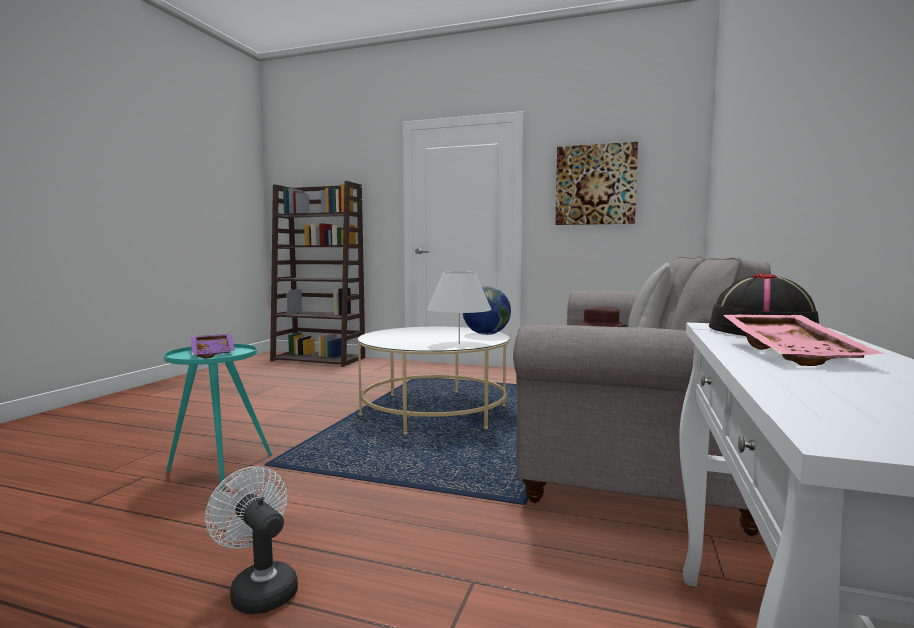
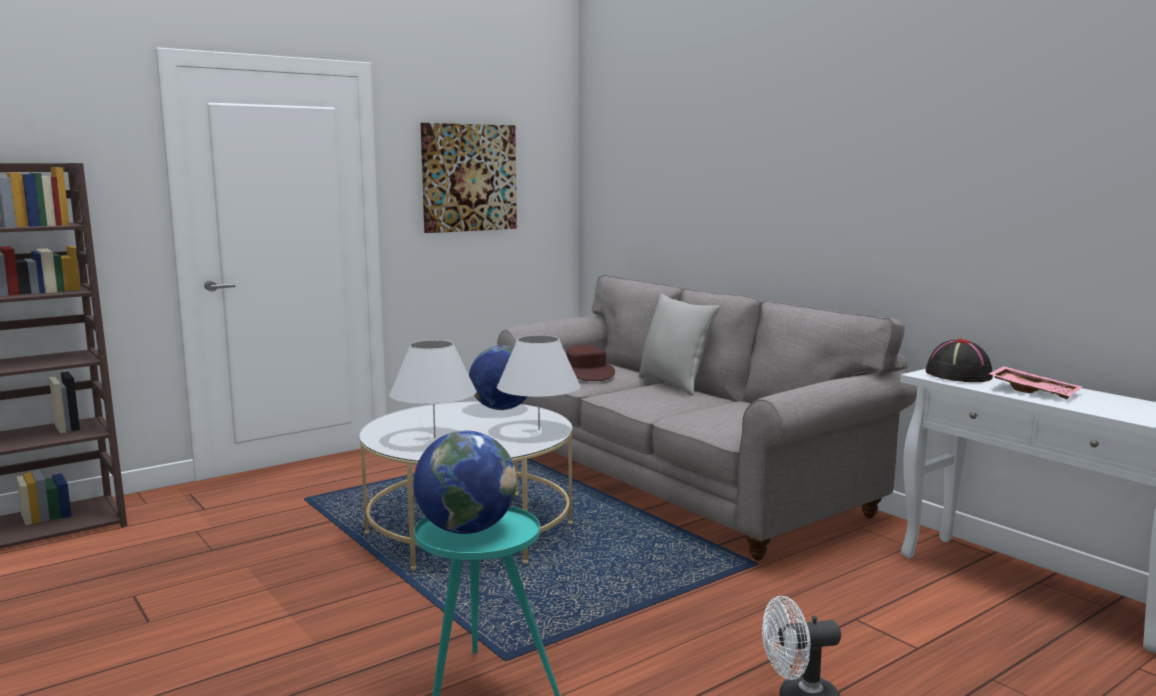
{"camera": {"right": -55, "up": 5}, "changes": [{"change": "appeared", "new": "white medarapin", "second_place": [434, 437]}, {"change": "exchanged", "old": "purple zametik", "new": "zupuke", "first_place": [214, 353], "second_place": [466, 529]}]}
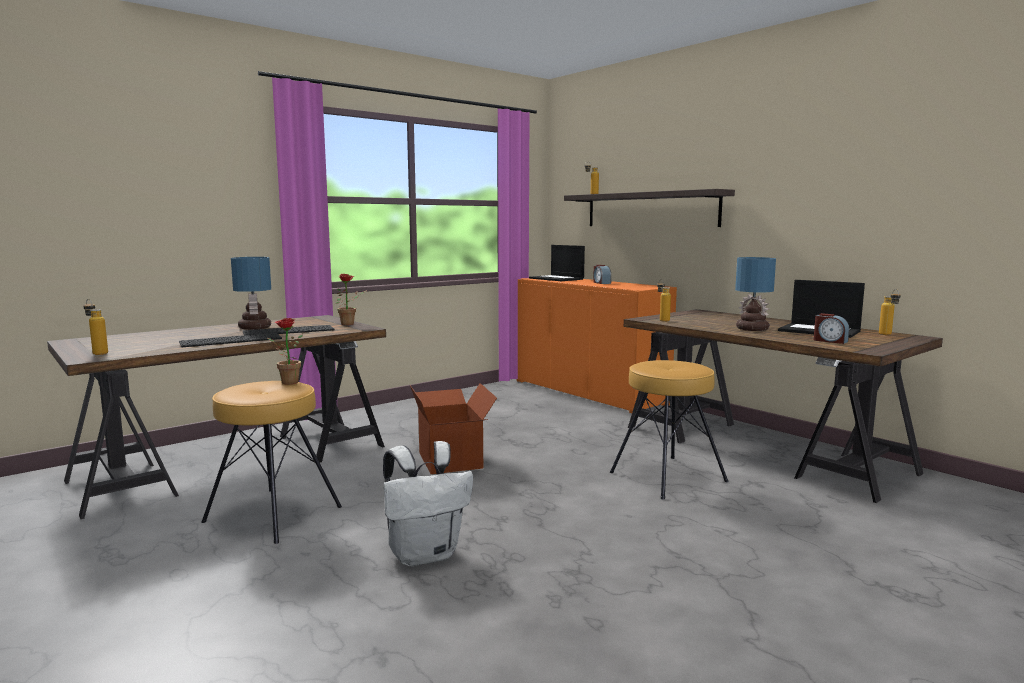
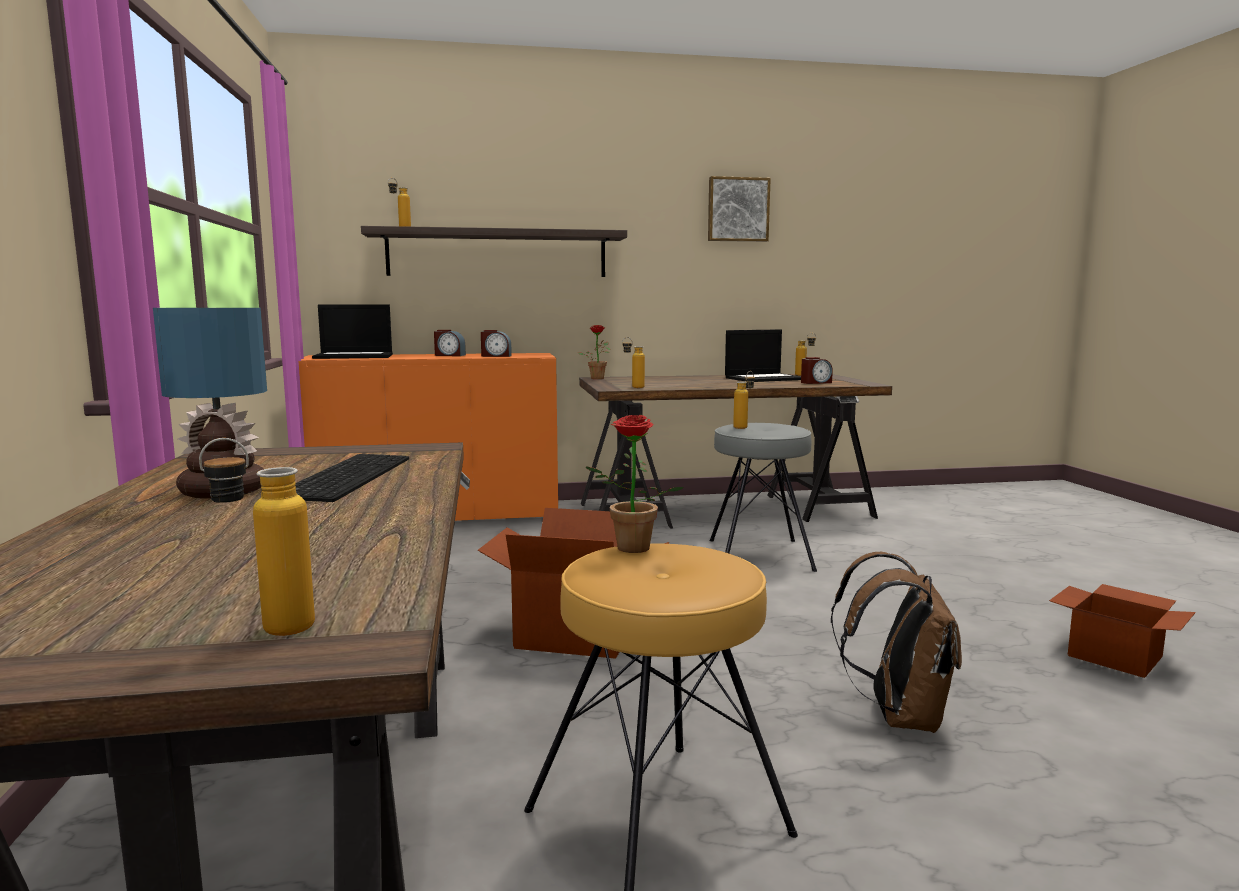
{"camera": {"right": -60, "up": 0}, "changes": [{"change": "missing", "old": "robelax", "first_place": [232, 340]}, {"change": "missing", "old": "medarapin", "first_place": [751, 329]}, {"change": "appeared", "new": "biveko", "second_place": [496, 356]}, {"change": "appeared", "new": "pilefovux", "second_place": [737, 210]}, {"change": "appeared", "new": "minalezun", "second_place": [744, 427]}, {"change": "appeared", "new": "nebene", "second_place": [1117, 656]}, {"change": "relocated", "old": "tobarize", "first_place": [350, 324], "second_place": [597, 378]}, {"change": "colour", "old": "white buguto", "new": "brown buguto", "first_place": [425, 554], "second_place": [898, 715]}, {"change": "colour", "old": "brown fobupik", "new": "grey fobupik", "first_place": [667, 476], "second_place": [758, 555]}]}
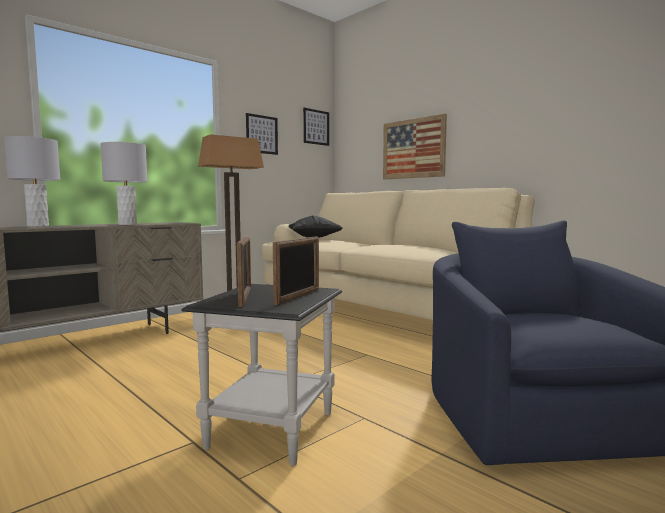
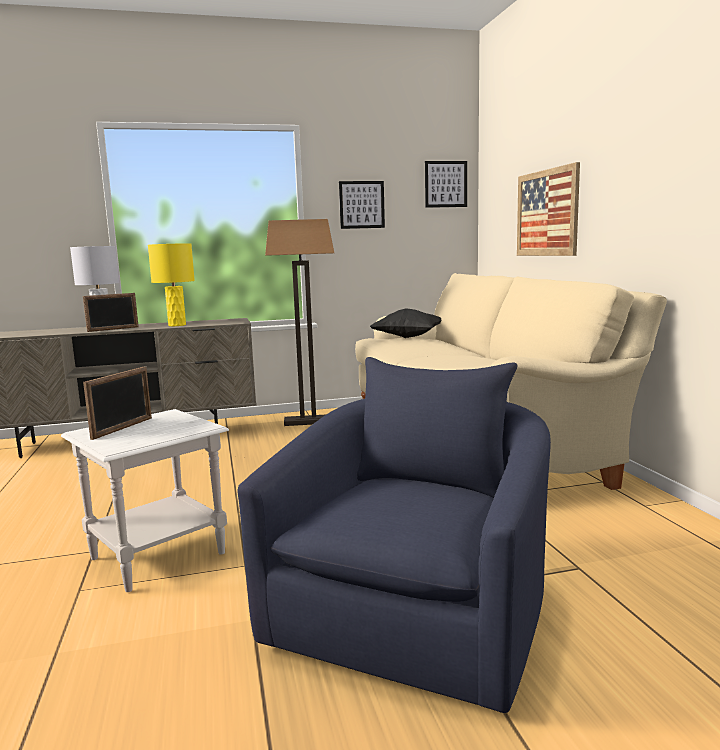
{"camera": {"right": 30, "up": 5}, "changes": [{"change": "relocated", "old": "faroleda", "first_place": [298, 296], "second_place": [113, 329]}, {"change": "colour", "old": "grey medarapin", "new": "yellow medarapin", "first_place": [127, 224], "second_place": [176, 325]}, {"change": "colour", "old": "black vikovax", "new": "white vikovax", "first_place": [272, 429], "second_place": [159, 555]}]}
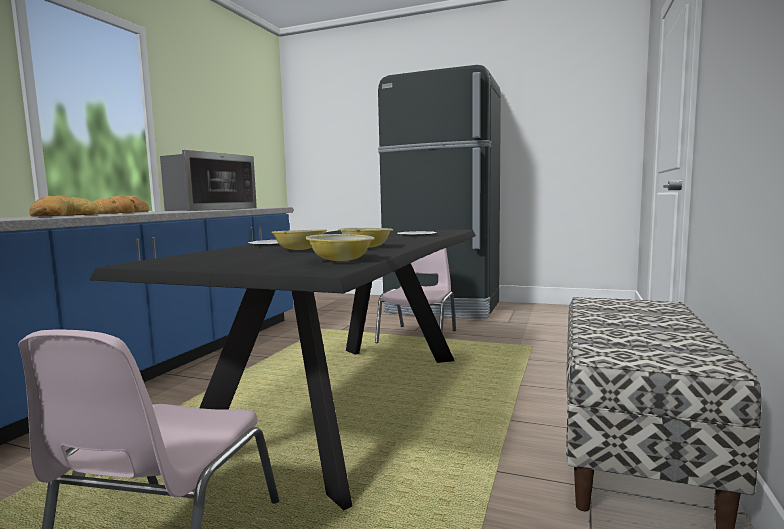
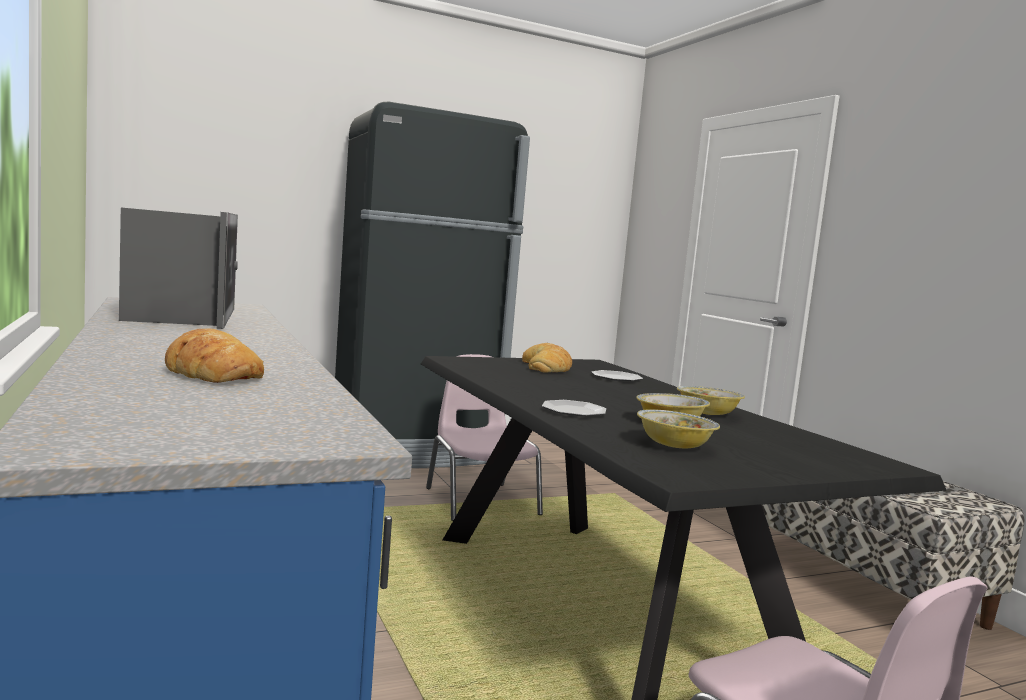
{"camera": {"right": -45, "up": 0}, "changes": [{"change": "relocated", "old": "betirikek", "first_place": [121, 213], "second_place": [547, 367]}, {"change": "relocated", "old": "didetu", "first_place": [340, 260], "second_place": [674, 445]}]}
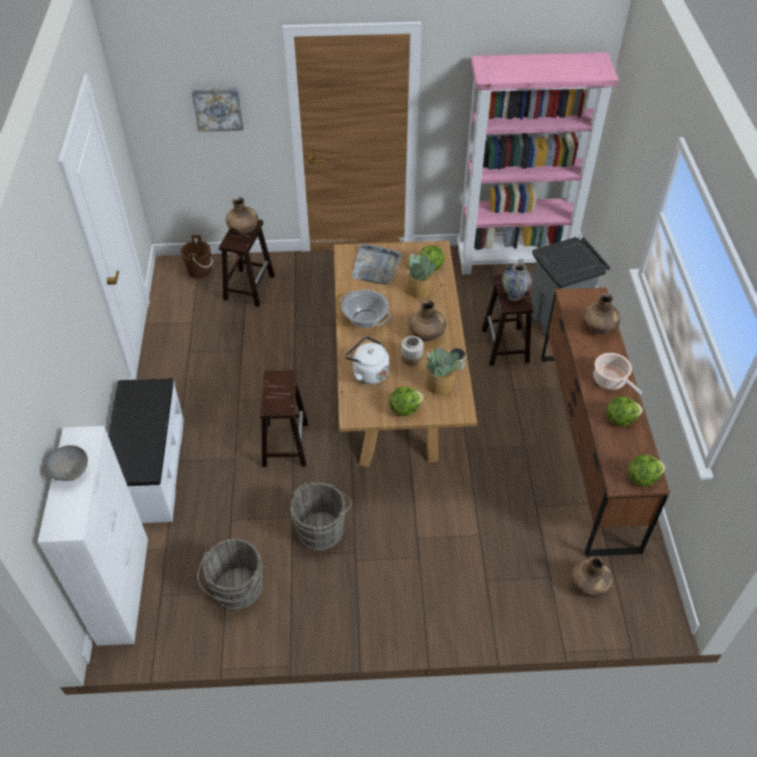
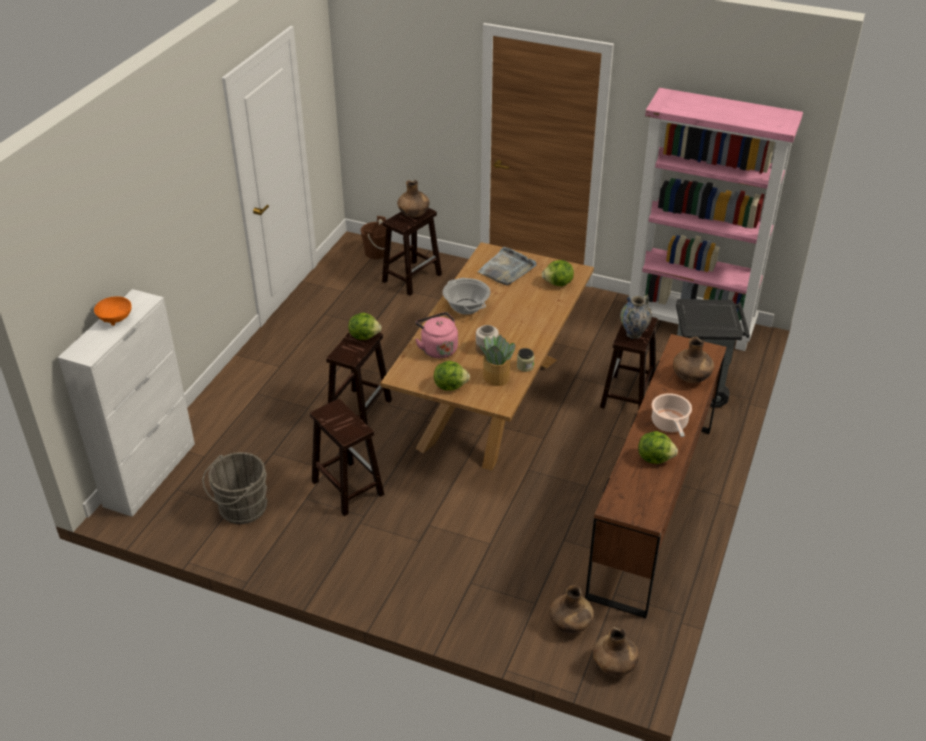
{"camera": {"right": 25, "up": -10}, "changes": [{"change": "missing", "old": "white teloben", "first_place": [150, 469]}, {"change": "missing", "old": "pilefovux", "first_place": [218, 108]}, {"change": "missing", "old": "tobarize", "first_place": [418, 290]}, {"change": "relocated", "old": "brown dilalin", "first_place": [427, 334], "second_place": [614, 666]}, {"change": "relocated", "old": "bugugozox", "first_place": [642, 477], "second_place": [364, 336]}, {"change": "exchanged", "old": "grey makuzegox", "new": "brown fobupik", "first_place": [322, 529], "second_place": [346, 487]}, {"change": "colour", "old": "grey didetu", "new": "orange didetu", "first_place": [71, 472], "second_place": [115, 320]}, {"change": "colour", "old": "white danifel", "new": "pink danifel", "first_place": [368, 372], "second_place": [437, 348]}]}
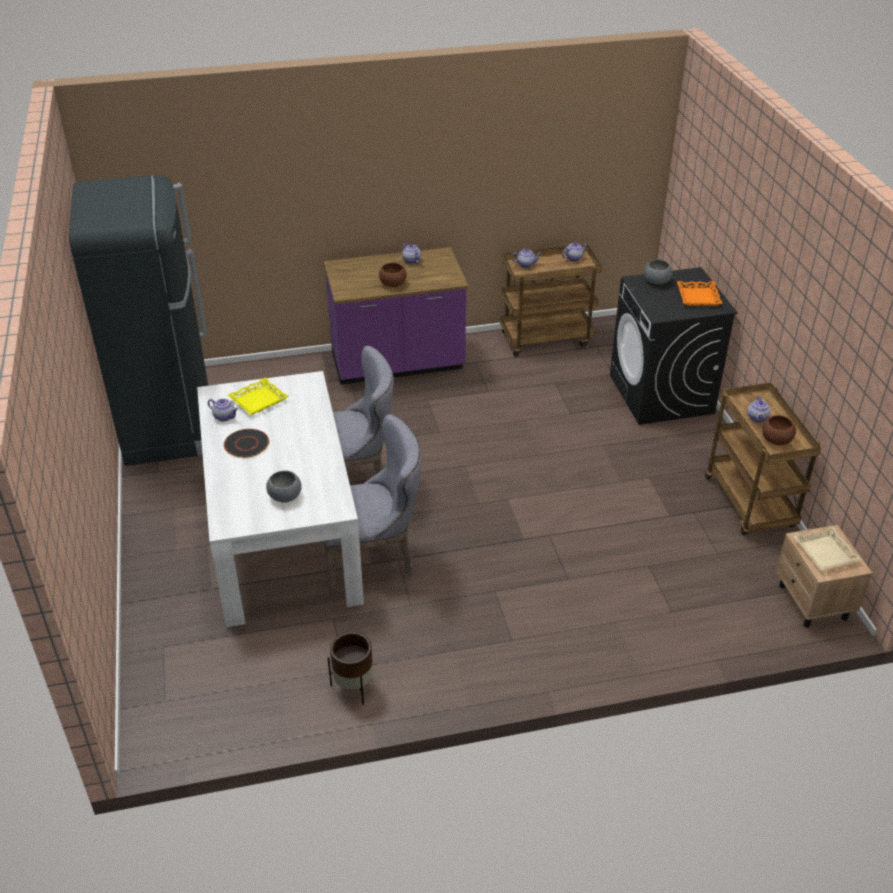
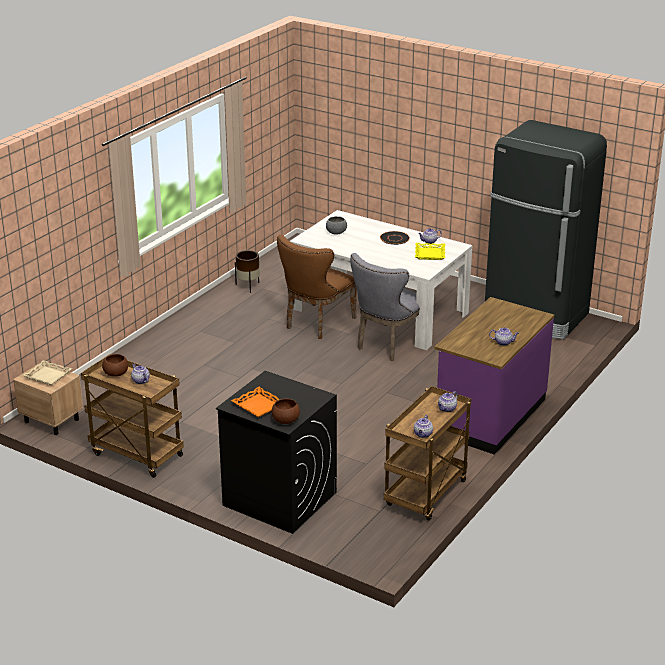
{"camera": {"right": 135, "up": -10}, "changes": [{"change": "missing", "old": "grey didetu", "first_place": [656, 281]}, {"change": "relocated", "old": "brown didetu", "first_place": [393, 284], "second_place": [285, 420]}, {"change": "colour", "old": "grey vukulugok", "new": "brown vukulugok", "first_place": [373, 558], "second_place": [316, 324]}]}
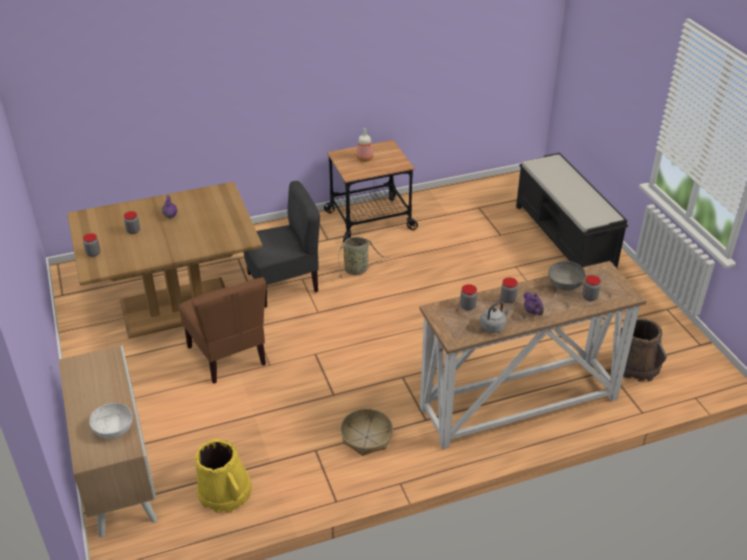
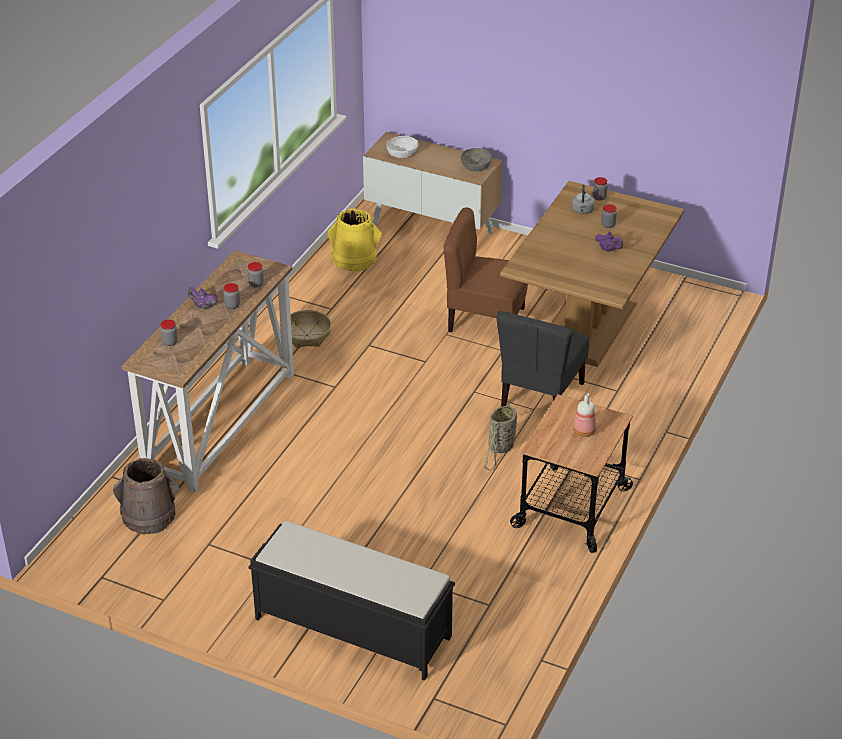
{"camera": {"right": 135, "up": 0}, "changes": [{"change": "relocated", "old": "grey danifel", "first_place": [493, 326], "second_place": [582, 211]}, {"change": "relocated", "old": "grey didetu", "first_place": [565, 284], "second_place": [476, 167]}]}
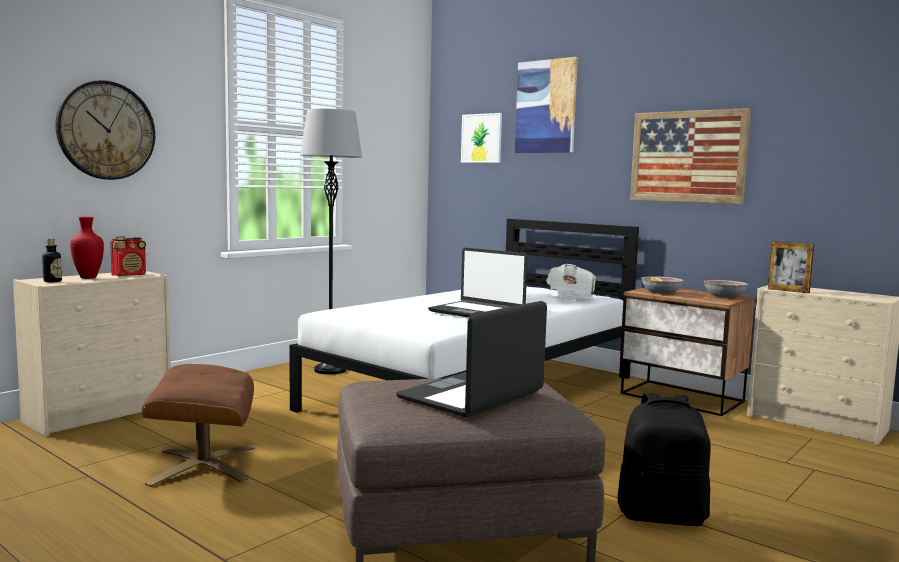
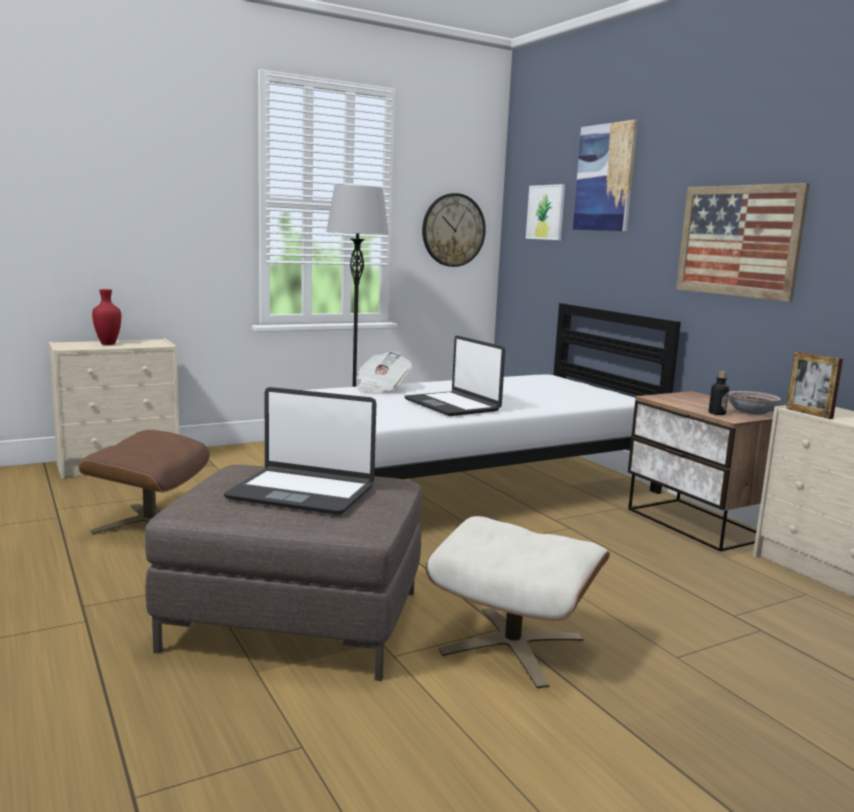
{"camera": {"right": 20, "up": 5}, "changes": [{"change": "missing", "old": "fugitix", "first_place": [129, 275]}, {"change": "missing", "old": "didetu", "first_place": [661, 292]}, {"change": "relocated", "old": "minalezun", "first_place": [52, 281], "second_place": [717, 413]}, {"change": "relocated", "old": "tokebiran", "first_place": [106, 130], "second_place": [453, 230]}, {"change": "relocated", "old": "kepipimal", "first_place": [570, 296], "second_place": [381, 388]}, {"change": "exchanged", "old": "black buguto", "new": "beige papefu", "first_place": [662, 515], "second_place": [513, 645]}, {"change": "spun", "old": "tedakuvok", "first_place": [472, 396], "second_place": [302, 492], "degrees": -135}]}
